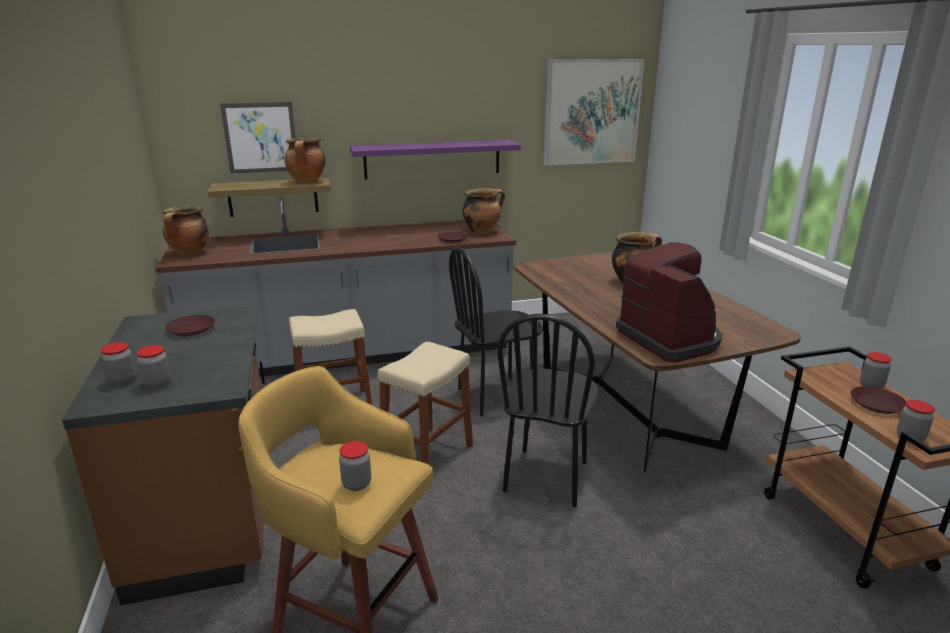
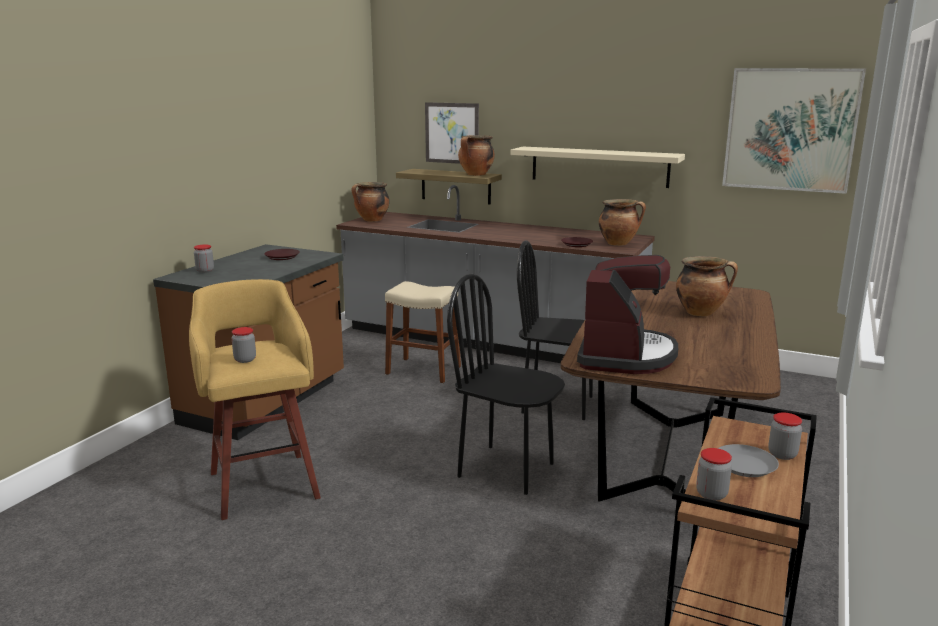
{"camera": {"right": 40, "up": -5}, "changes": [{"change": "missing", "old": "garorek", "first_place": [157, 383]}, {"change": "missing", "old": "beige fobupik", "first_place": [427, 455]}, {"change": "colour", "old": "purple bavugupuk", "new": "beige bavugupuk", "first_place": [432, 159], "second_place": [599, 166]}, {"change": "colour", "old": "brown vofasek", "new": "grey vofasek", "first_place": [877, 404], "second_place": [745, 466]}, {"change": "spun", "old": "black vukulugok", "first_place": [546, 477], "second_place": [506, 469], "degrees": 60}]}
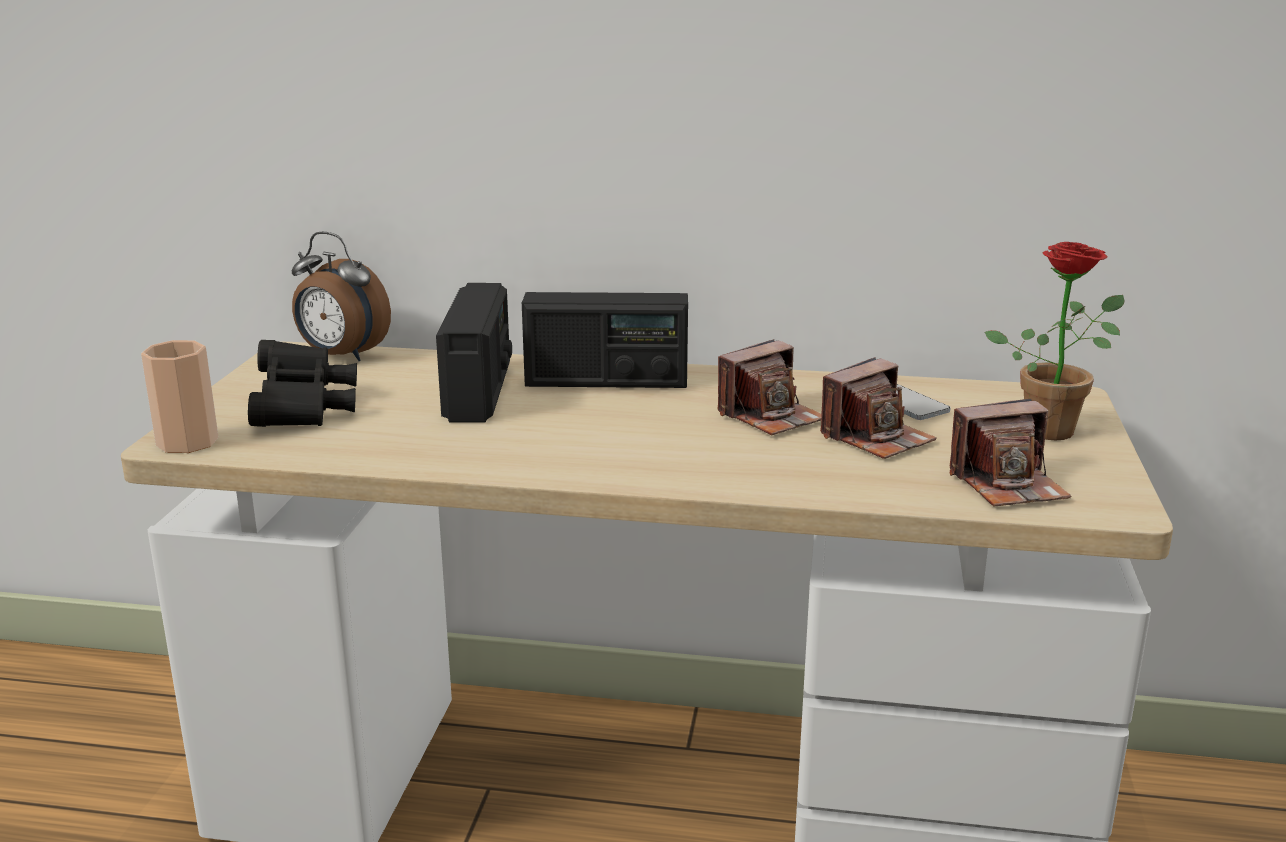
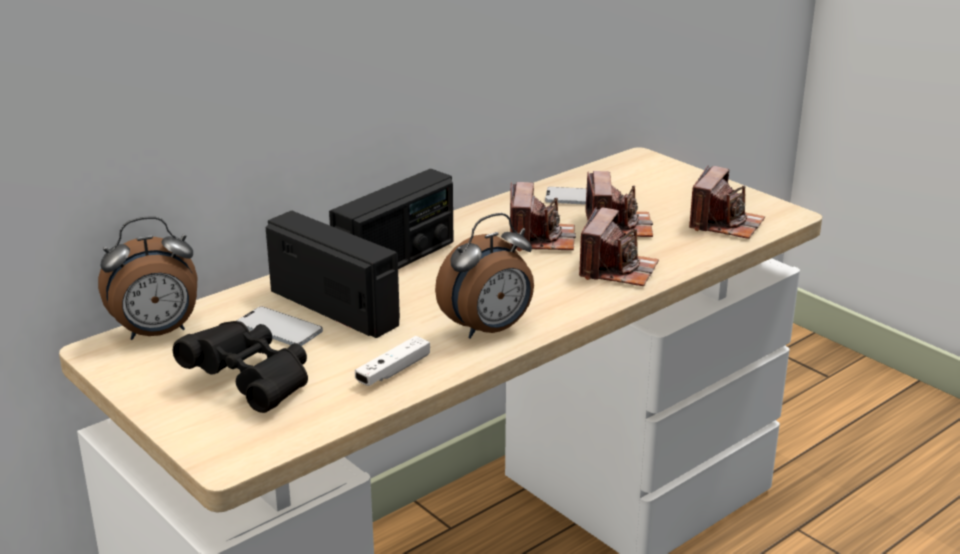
{"camera": {"right": -50, "up": 5}, "changes": [{"change": "missing", "old": "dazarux", "first_place": [187, 442]}, {"change": "missing", "old": "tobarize", "first_place": [1053, 428]}, {"change": "appeared", "new": "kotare", "second_place": [279, 329]}, {"change": "appeared", "new": "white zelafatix", "second_place": [393, 371]}, {"change": "appeared", "new": "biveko", "second_place": [489, 330]}, {"change": "appeared", "new": "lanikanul", "second_place": [617, 270]}]}
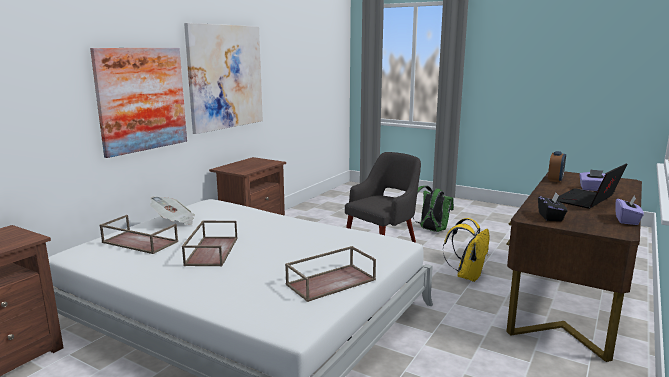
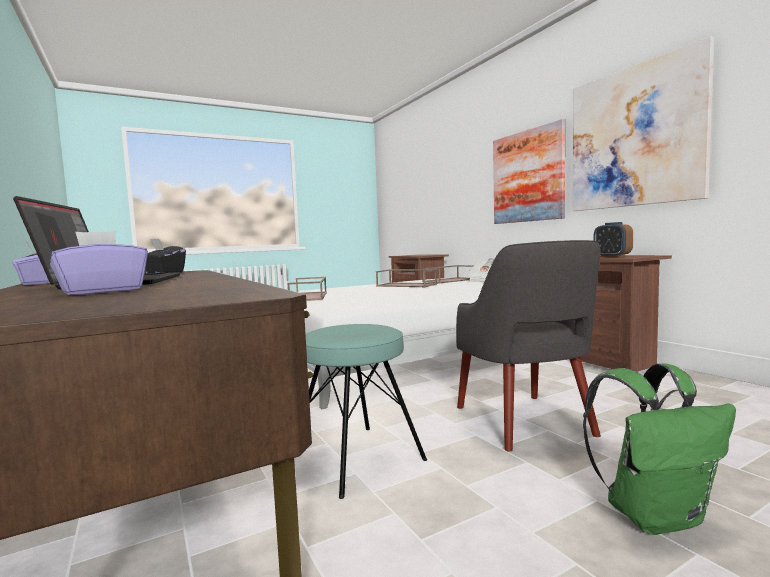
{"camera": {"right": 120, "up": -10}, "changes": [{"change": "relocated", "old": "biveko", "first_place": [555, 180], "second_place": [612, 256]}, {"change": "exchanged", "old": "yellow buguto", "new": "turquoise fobupik", "first_place": [467, 275], "second_place": [356, 458]}]}
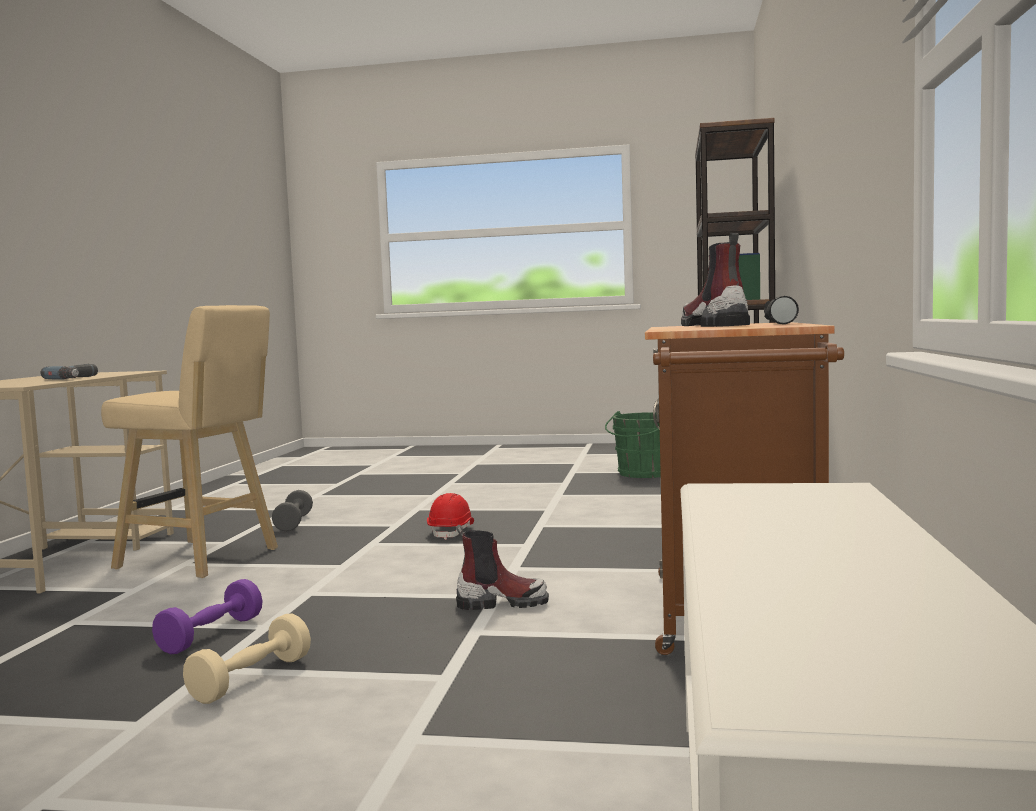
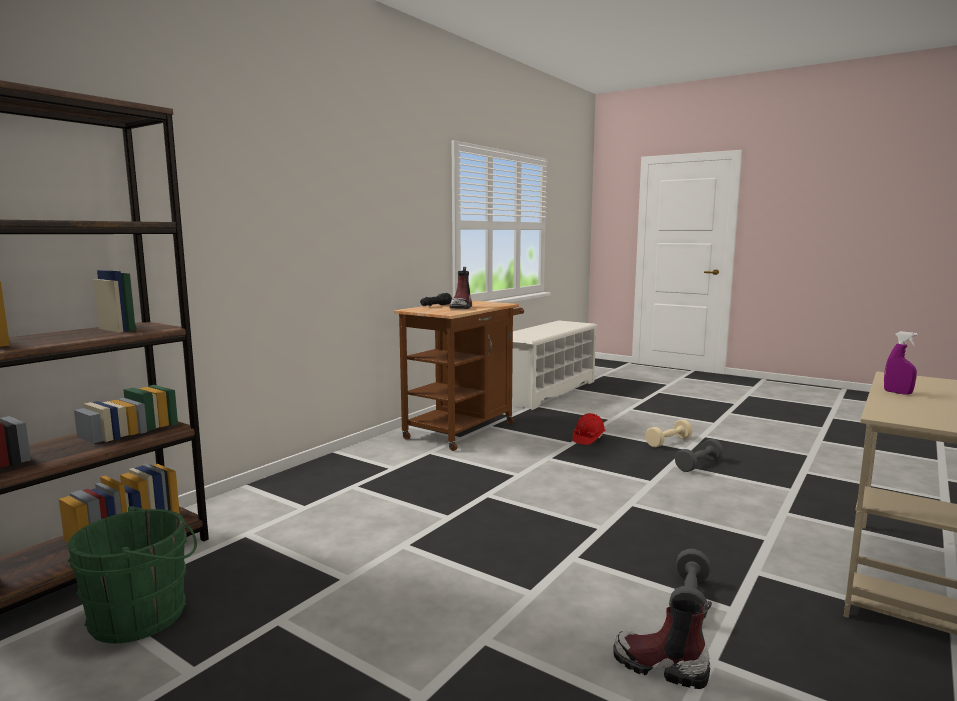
{"camera": {"right": -155, "up": 5}, "changes": [{"change": "missing", "old": "beige fobupik", "first_place": [202, 559]}, {"change": "relocated", "old": "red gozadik", "first_place": [452, 532], "second_place": [588, 439]}, {"change": "relocated", "old": "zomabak", "first_place": [502, 603], "second_place": [660, 667]}, {"change": "exchanged", "old": "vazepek", "new": "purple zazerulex", "first_place": [78, 378], "second_place": [897, 393]}, {"change": "colour", "old": "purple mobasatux", "new": "grey mobasatux", "first_place": [211, 635], "second_place": [698, 465]}]}
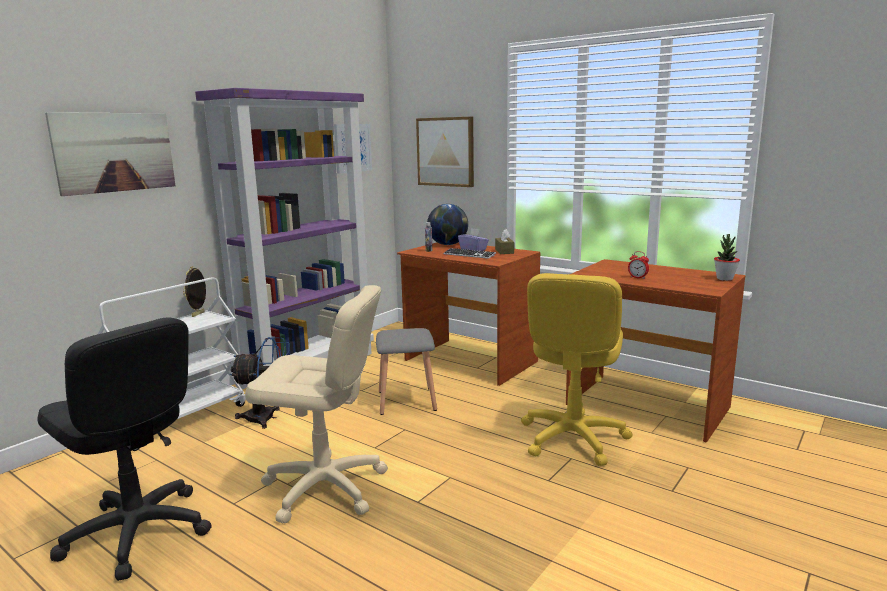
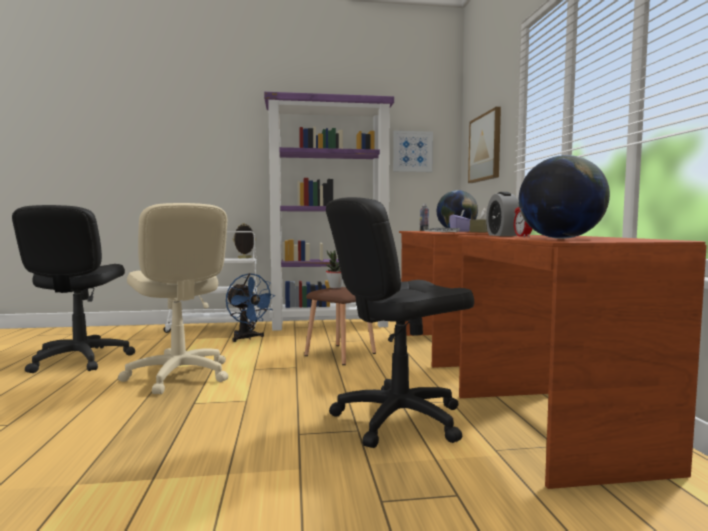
{"camera": {"right": 45, "up": -10}, "changes": [{"change": "missing", "old": "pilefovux", "first_place": [115, 152]}, {"change": "appeared", "new": "biveko", "second_place": [502, 235]}, {"change": "appeared", "new": "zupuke", "second_place": [560, 238]}, {"change": "relocated", "old": "tobarize", "first_place": [724, 279], "second_place": [335, 287]}, {"change": "colour", "old": "grey fobupik", "new": "brown fobupik", "first_place": [406, 400], "second_place": [340, 354]}, {"change": "colour", "old": "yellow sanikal", "new": "black sanikal", "first_place": [572, 438], "second_place": [398, 419]}]}
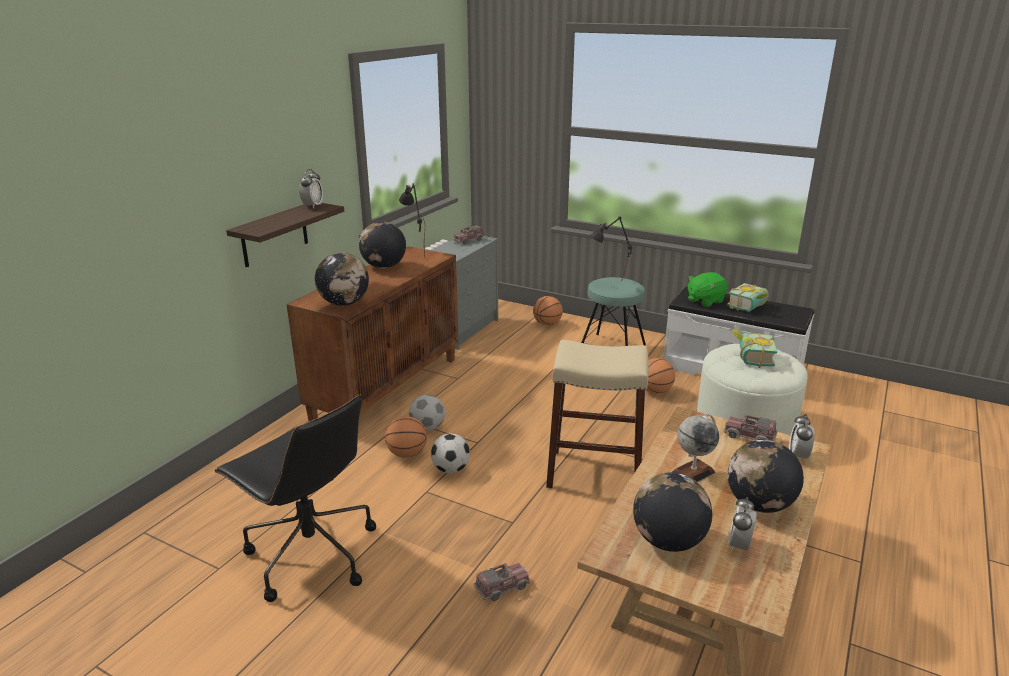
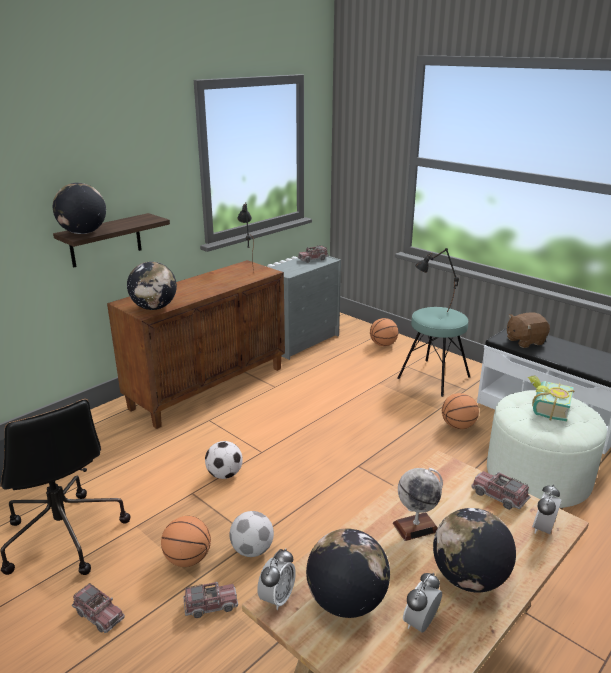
{"camera": {"right": 15, "up": 0}, "changes": [{"change": "missing", "old": "beige fobupik", "first_place": [594, 473]}, {"change": "missing", "old": "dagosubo", "first_place": [750, 307]}, {"change": "appeared", "new": "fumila", "second_place": [99, 614]}, {"change": "relocated", "old": "biveko", "first_place": [312, 206], "second_place": [277, 598]}, {"change": "relocated", "old": "zupuke", "first_place": [384, 266], "second_place": [83, 233]}, {"change": "relocated", "old": "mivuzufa", "first_place": [407, 454], "second_place": [188, 559]}, {"change": "relocated", "old": "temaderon", "first_place": [427, 428], "second_place": [252, 550]}, {"change": "colour", "old": "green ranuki", "new": "brown ranuki", "first_place": [705, 301], "second_place": [524, 341]}]}
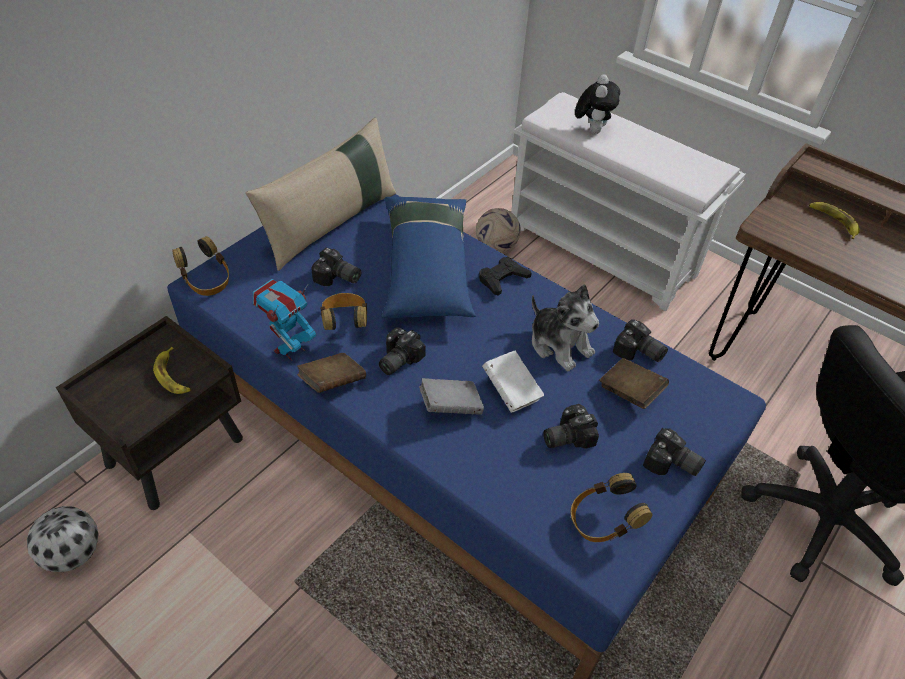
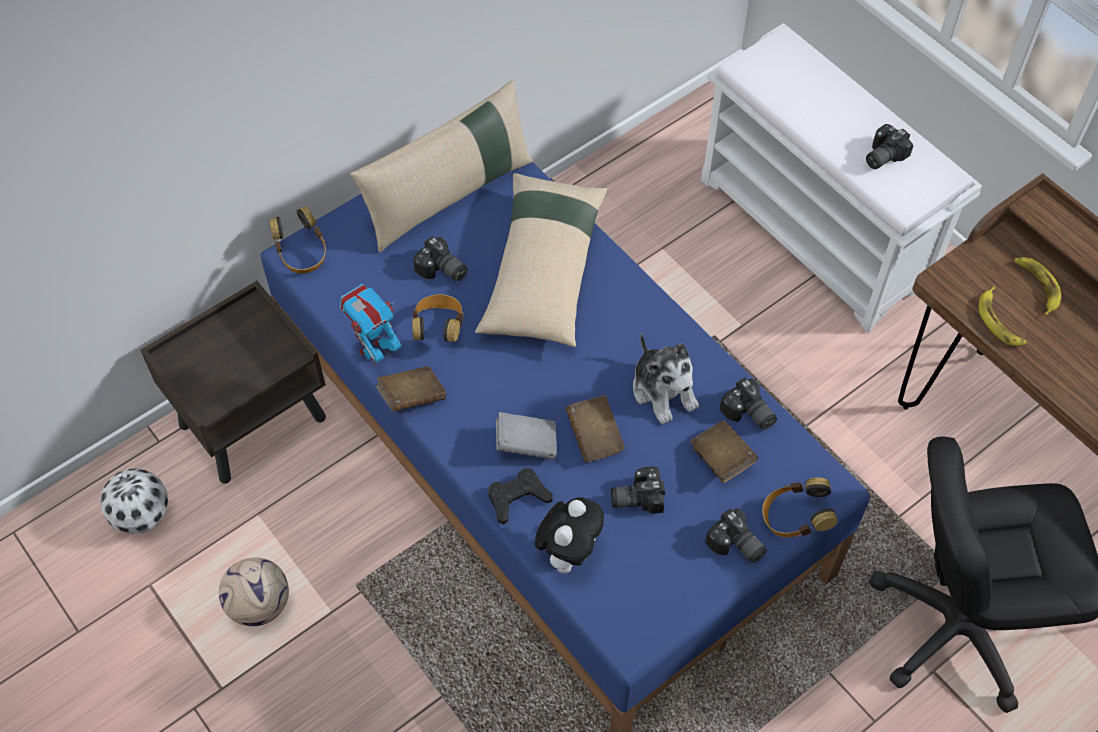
{"camera": {"right": 15, "up": 10}, "changes": [{"change": "relocated", "old": "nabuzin", "first_place": [173, 375], "second_place": [999, 321]}, {"change": "relocated", "old": "lanikanul", "first_place": [396, 359], "second_place": [881, 155]}, {"change": "relocated", "old": "temaderon", "first_place": [495, 247], "second_place": [258, 605]}, {"change": "relocated", "old": "black zelafatix", "first_place": [502, 279], "second_place": [518, 498]}, {"change": "relocated", "old": "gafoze", "first_place": [602, 521], "second_place": [794, 519]}, {"change": "relocated", "old": "ranuki", "first_place": [592, 129], "second_place": [568, 552]}, {"change": "colour", "old": "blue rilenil", "new": "beige rilenil", "first_place": [426, 267], "second_place": [543, 269]}, {"change": "colour", "old": "white dagosubo", "new": "brown dagosubo", "first_place": [511, 391], "second_place": [594, 437]}]}
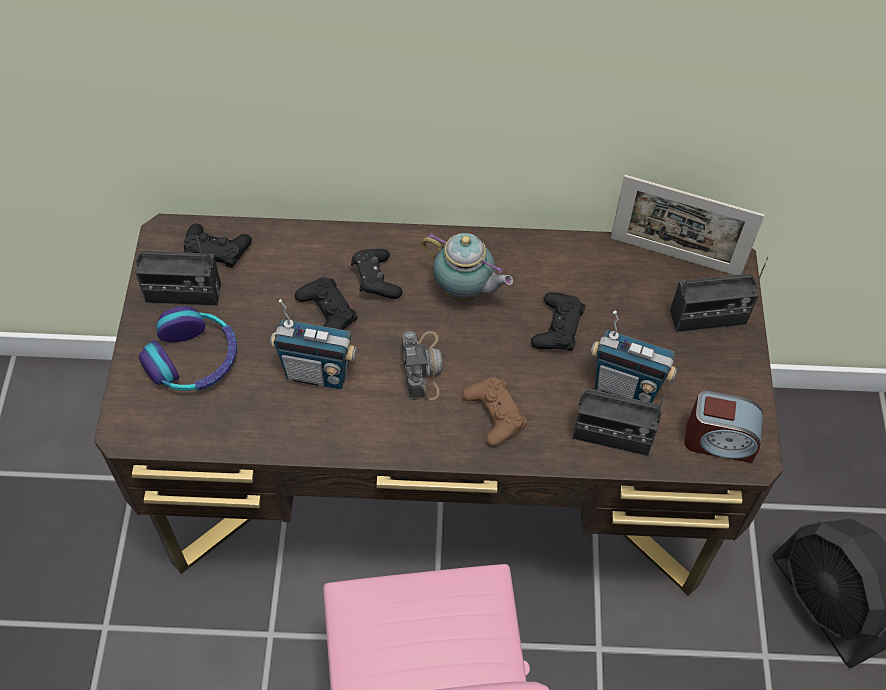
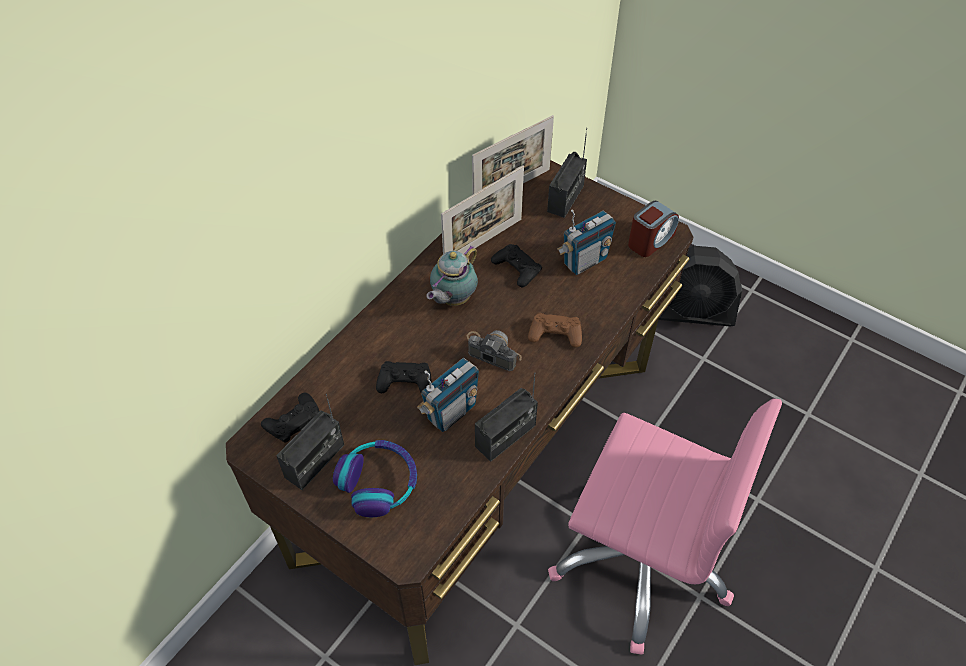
{"camera": {"right": -55, "up": -5}, "changes": [{"change": "missing", "old": "black zelafatix", "first_place": [375, 280]}, {"change": "appeared", "new": "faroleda", "second_place": [483, 242]}, {"change": "relocated", "old": "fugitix", "first_place": [612, 435], "second_place": [505, 436]}, {"change": "spun", "old": "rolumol", "first_place": [465, 292], "second_place": [452, 299], "degrees": 150}]}
